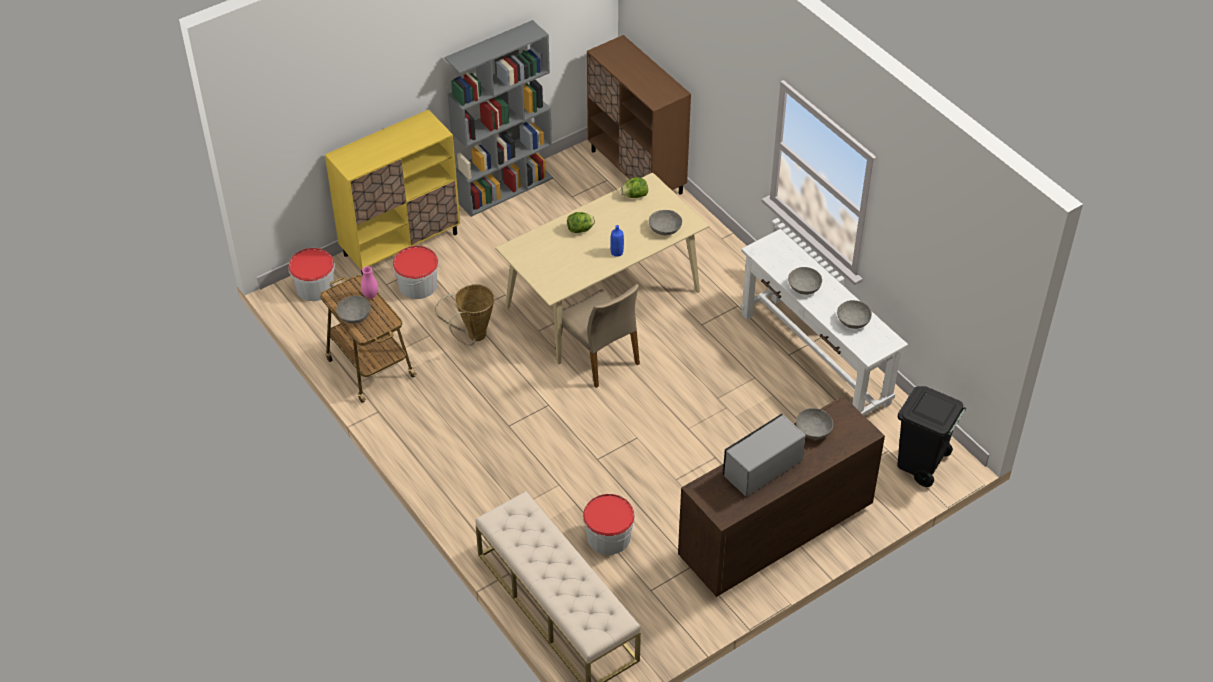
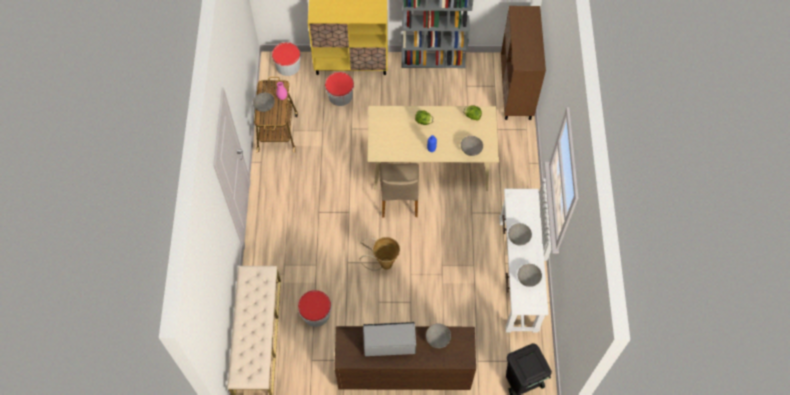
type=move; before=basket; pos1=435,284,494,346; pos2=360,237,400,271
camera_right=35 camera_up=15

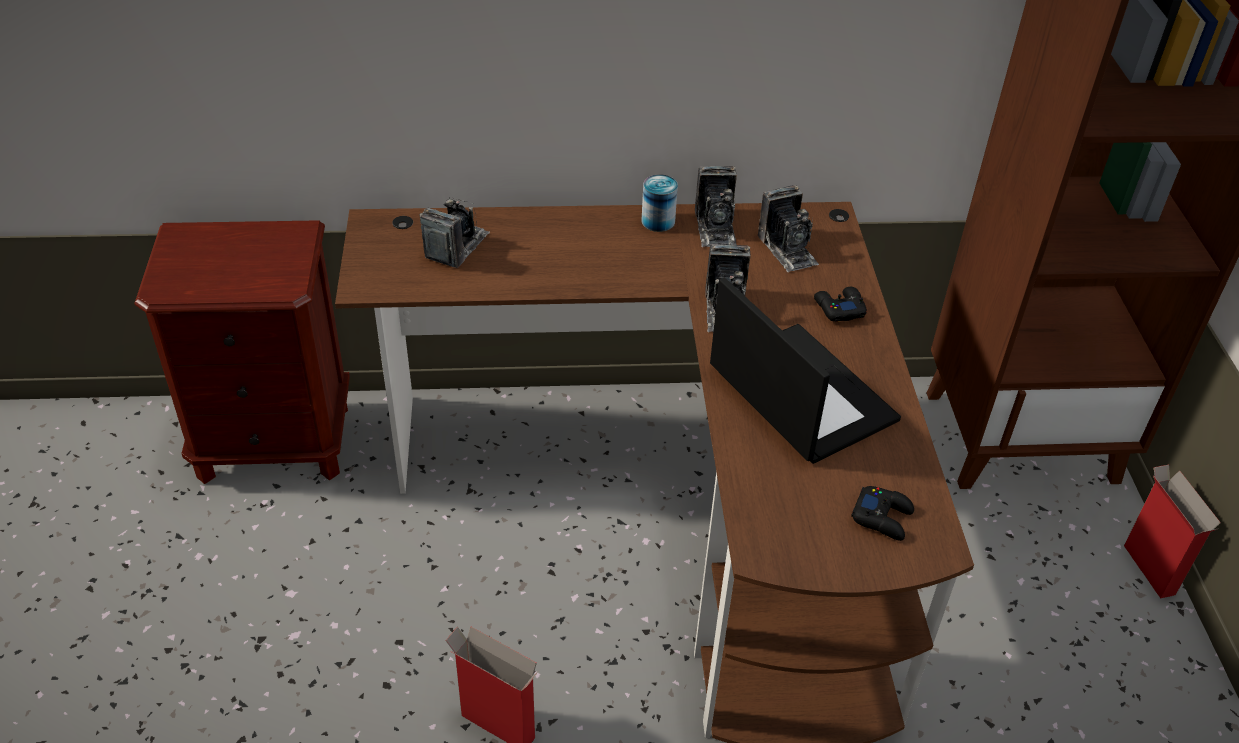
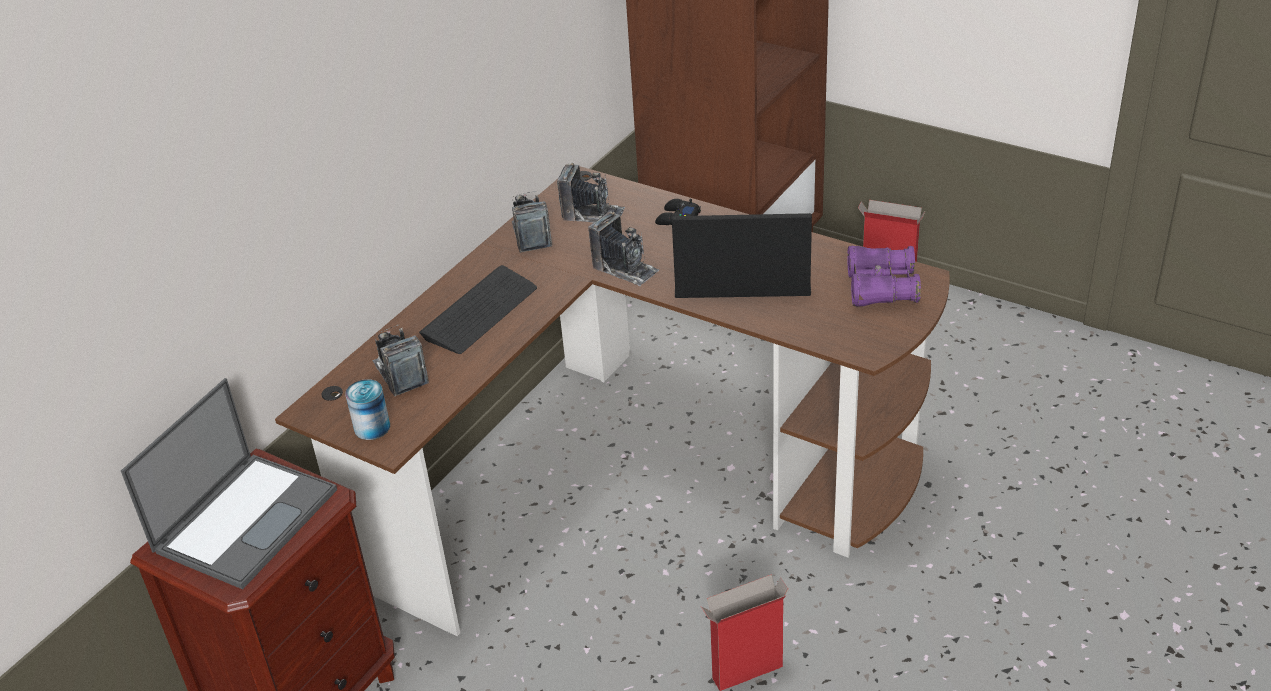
type=rotate; before=photo camera; pos1=695,166,737,247; pos2=512,191,552,253; turn=-135
type=move; before=can; pos1=642,175,678,232; pos2=345,379,390,440
type=replace; before=black game controller; after=purple binoculars; pos1=851,486,914,541; pos2=847,246,921,307
type=insert; after=keyboard; pos2=419,265,537,354
type=insert; after=laptop; pos2=121,378,337,589
camera_right=-50 camera_up=-5

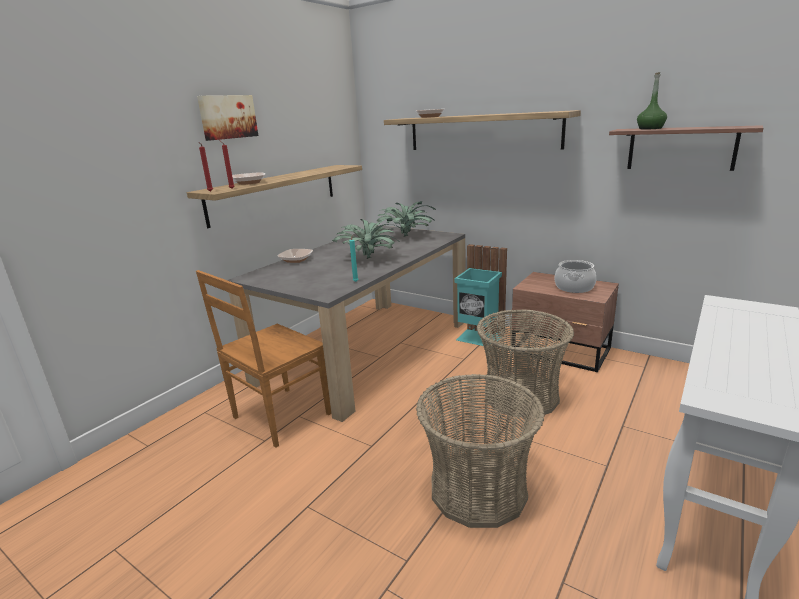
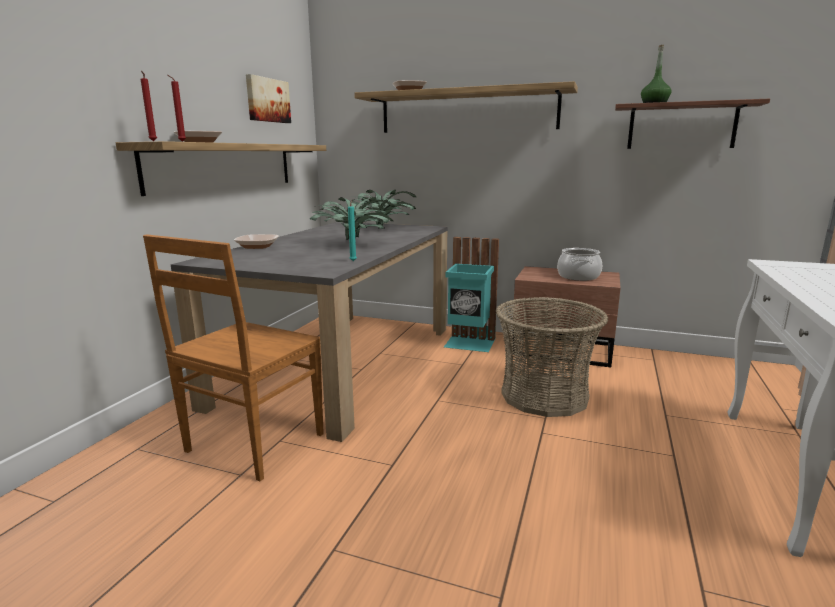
type=move; before=picture; pos1=197,95,258,141; pos2=246,74,291,123
type=delete; before=basket; pos1=416,374,545,528
camera_right=-15 camera_up=-5

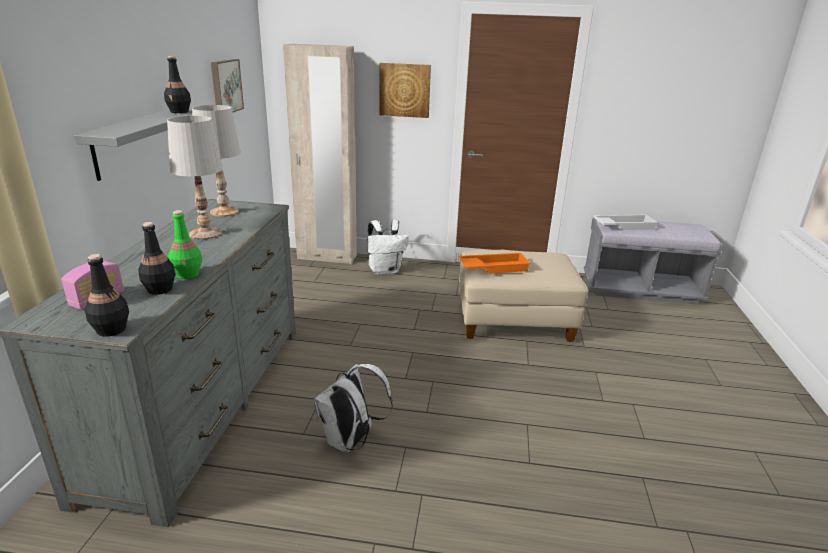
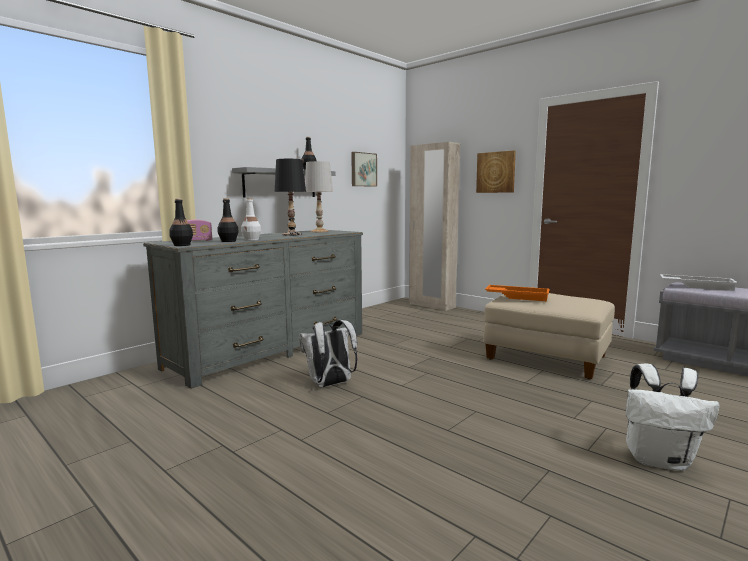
type=recolor; before=white table lamp; after=black table lamp; pos1=167,116,223,240; pos2=275,159,306,235
type=recolor; before=green bottle; after=white bottle; pos1=168,210,202,279; pos2=241,198,261,241
type=move; before=white backpack; pos1=367,219,409,275; pos2=626,363,720,471
camera_right=35 camera_up=-15

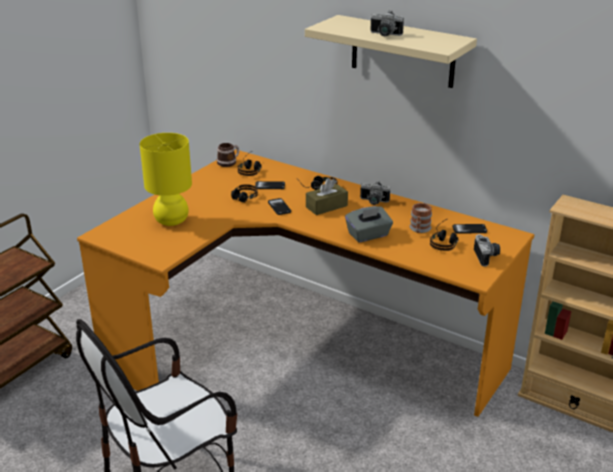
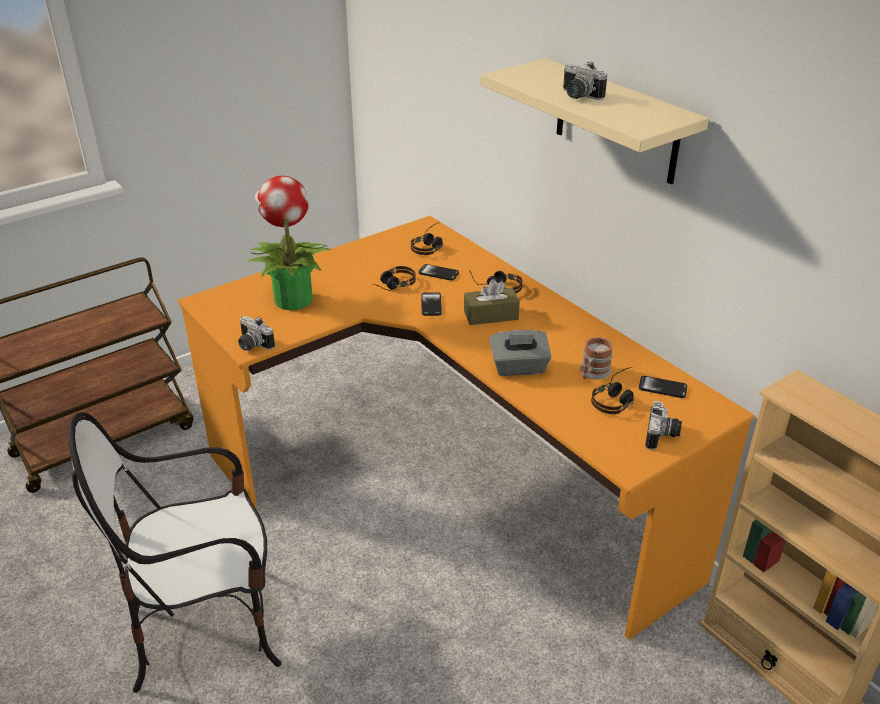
type=replace; before=yellow table lamp; after=potted plant; pos1=140,133,192,226; pos2=248,176,331,310
type=delete; before=mug; pos1=217,143,239,167
type=move; before=photo camera; pos1=360,181,390,205; pos2=238,316,275,351
camera_right=20 camera_up=5

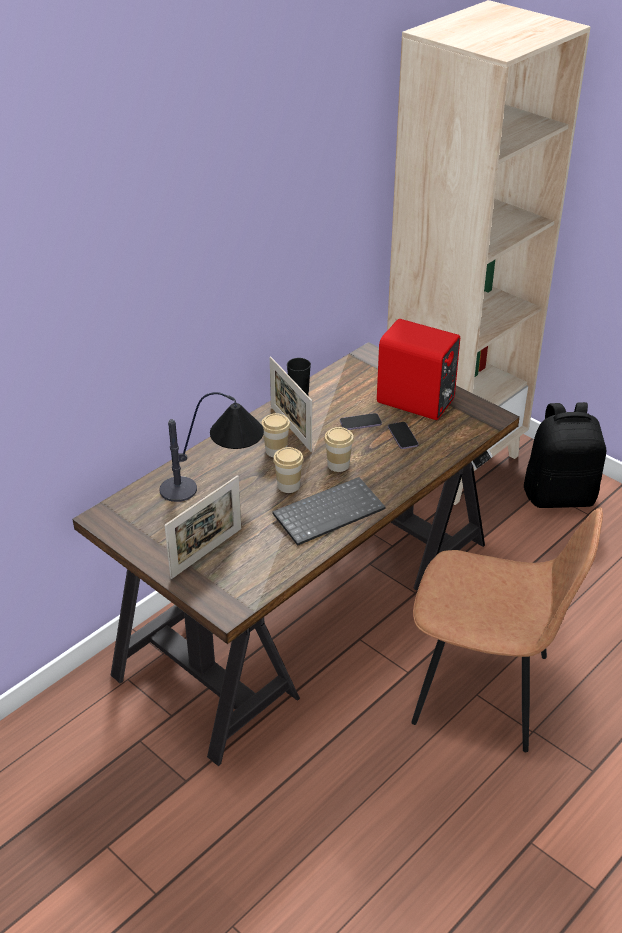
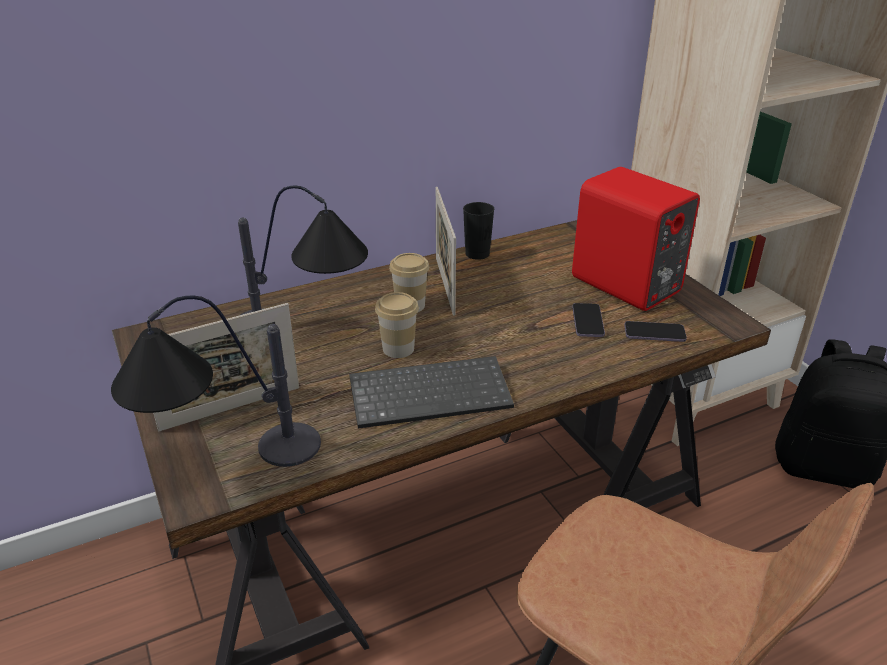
type=move; before=phone; pos1=340,413,382,430; pos2=624,321,687,342
type=delete; before=cup; pos1=324,427,354,472
type=insert; after=table lamp; pos2=111,295,321,467
camera_right=20 camera_up=-5

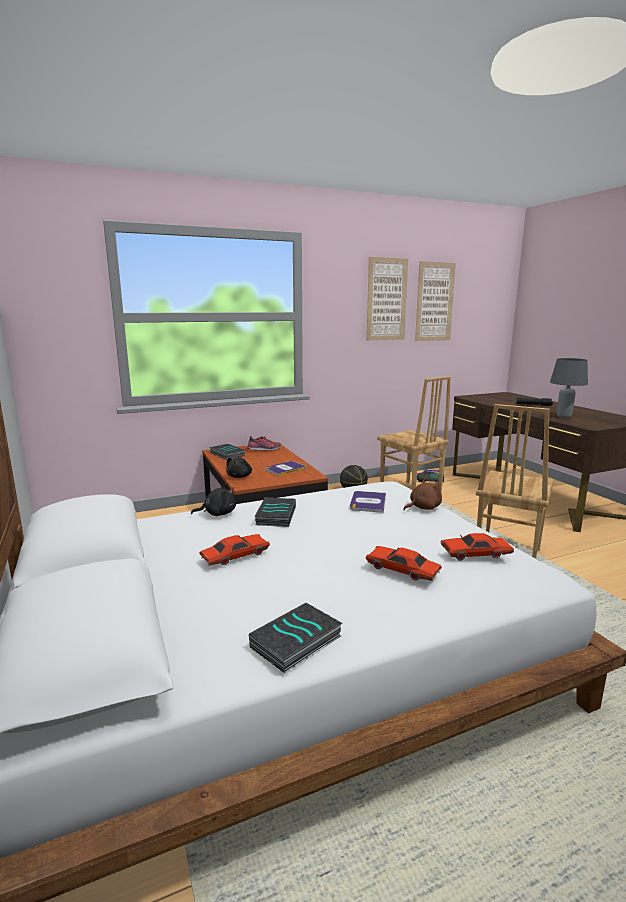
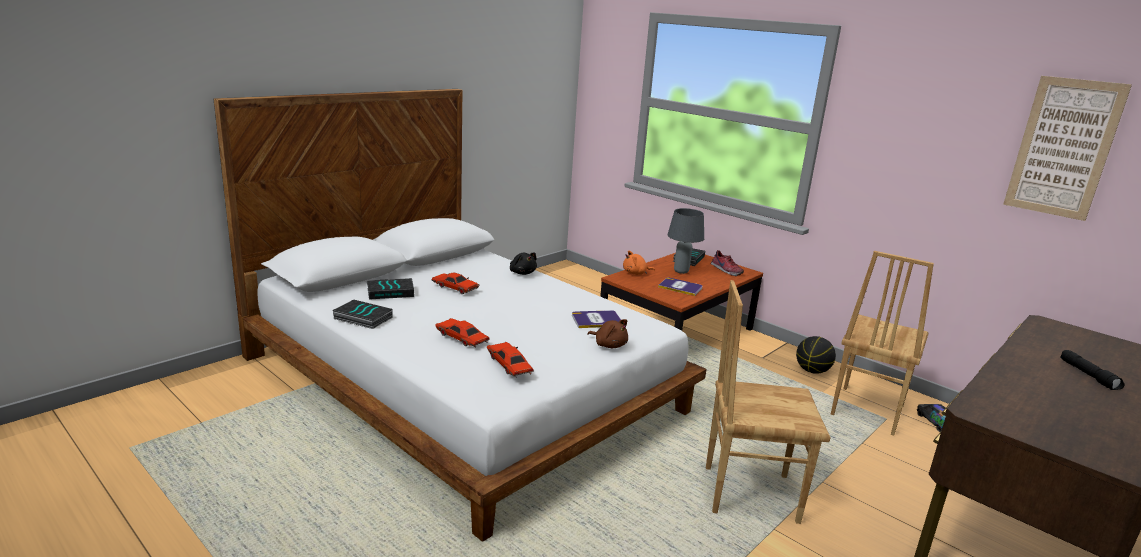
type=delete; before=picture; pos1=366,257,408,341
type=move; before=grey table lamp; pos1=550,358,588,418; pos2=668,208,704,274
type=recolor; before=black plush toy; after=orange plush toy; pos1=226,457,252,478; pos2=623,250,655,275
type=move; before=book; pos1=254,498,296,527; pos2=367,278,414,300
type=rotate; before=red toy car; pos1=366,546,442,581; pos2=435,318,489,348; turn=-60
camera_right=65 camera_up=5

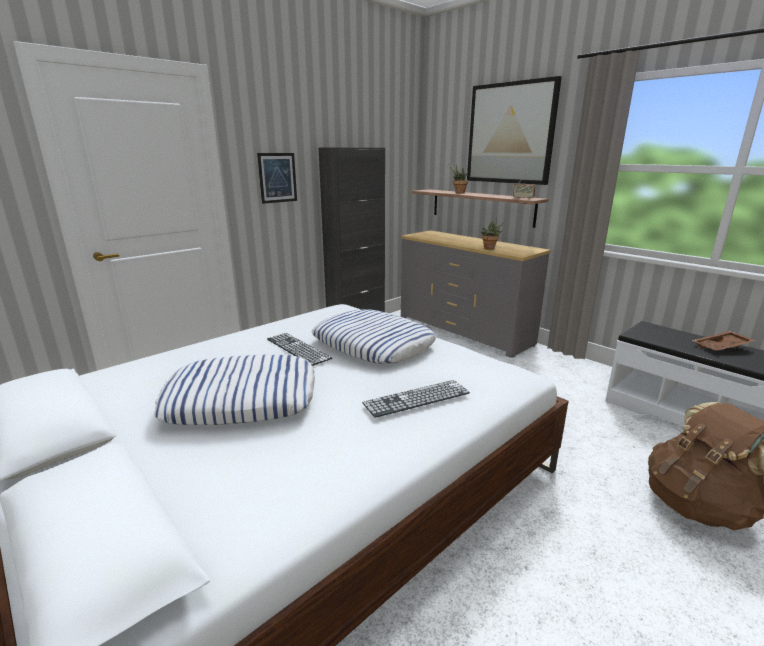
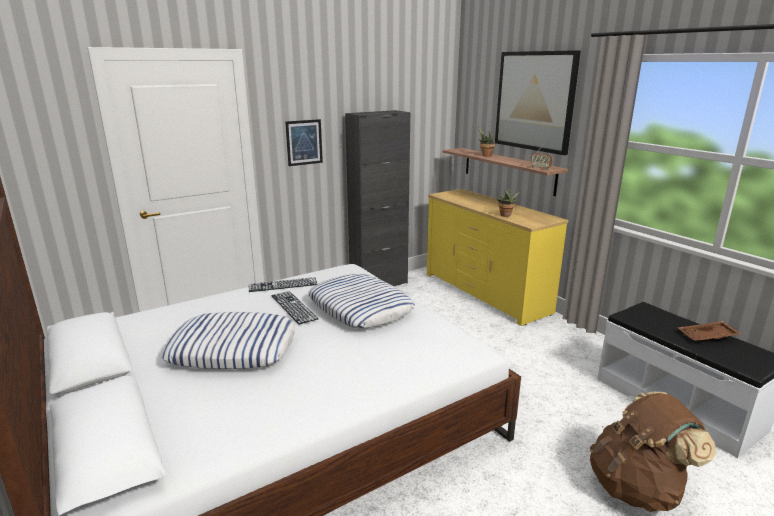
type=recolor; before=grey dresser; after=yellow dresser; pos1=401,230,551,358; pos2=427,189,569,326
type=move; before=keyboard; pos1=362,380,470,418; pos2=248,277,317,292
camera_right=10 camera_up=0

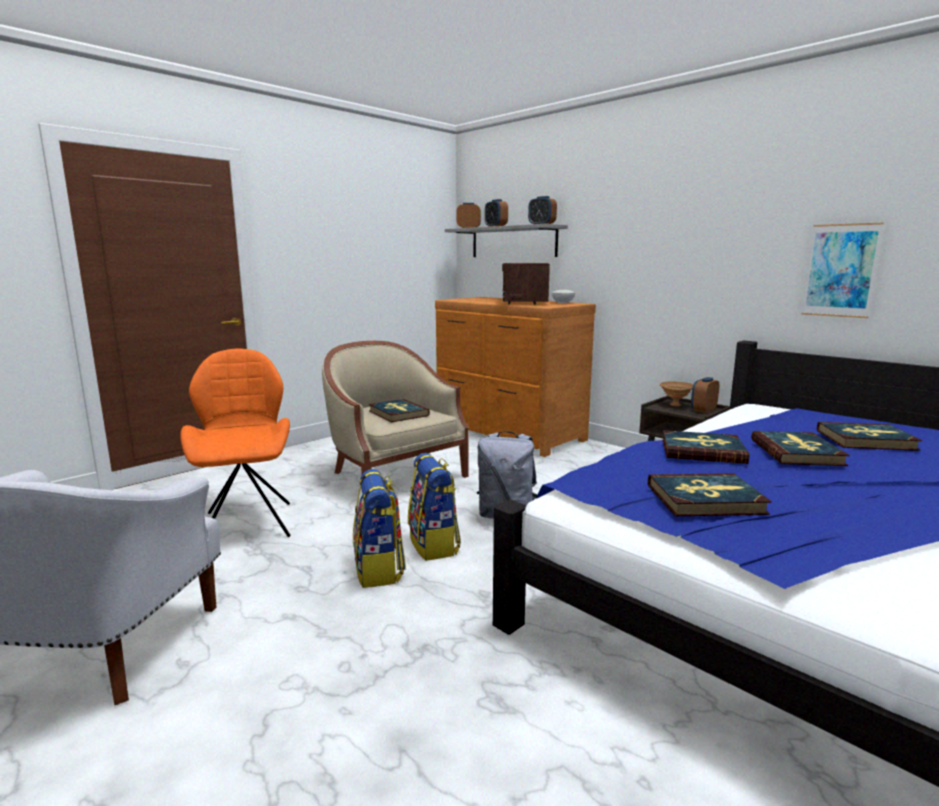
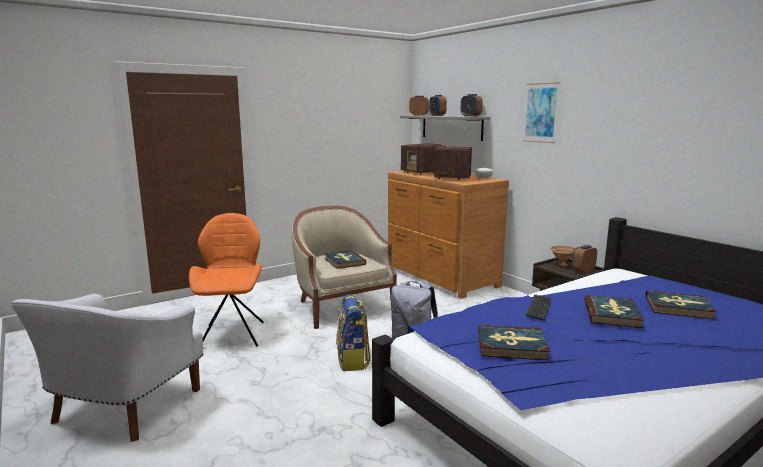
type=move; before=picture; pos1=801,223,884,318; pos2=523,82,560,143
type=replace; before=book; after=keyboard; pos1=662,430,749,464; pos2=526,294,551,321
type=delete; before=backpack; pos1=353,469,406,588
type=insert; after=radio; pos2=401,143,446,175
camera_right=10 camera_up=0

